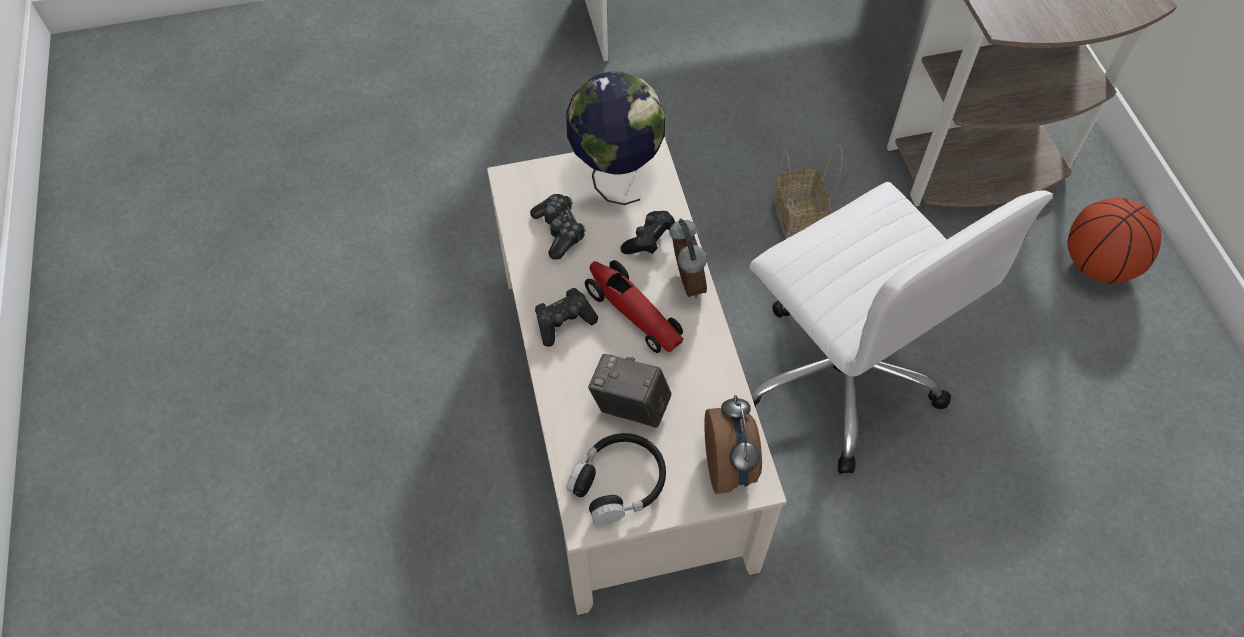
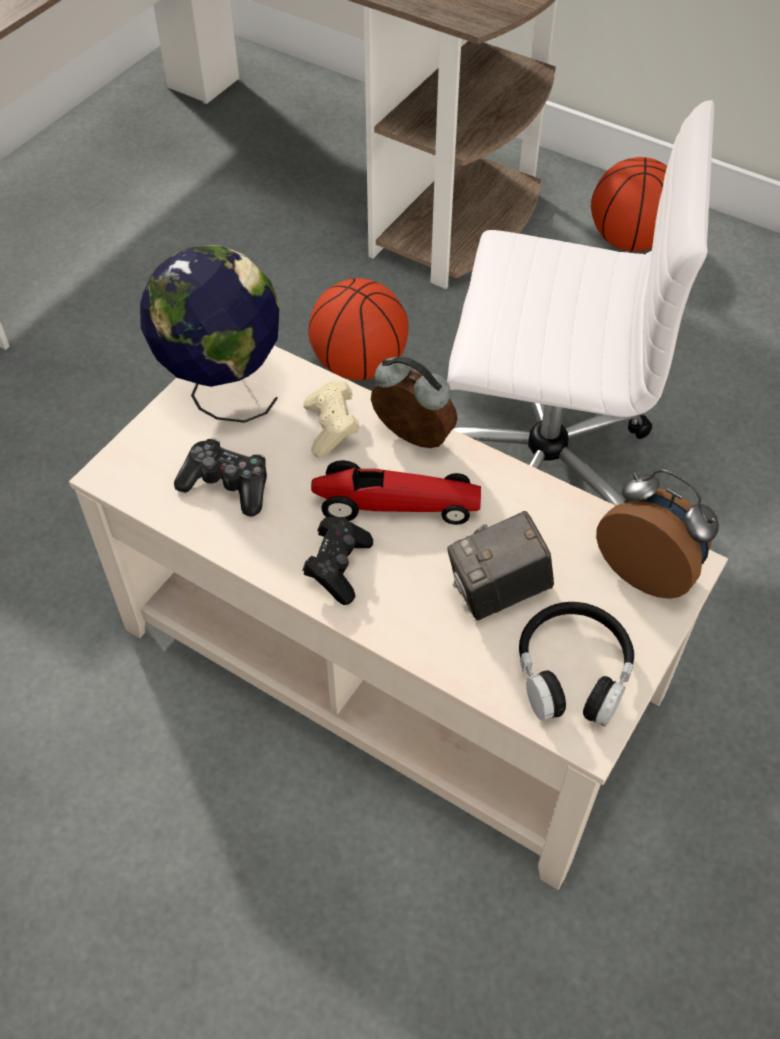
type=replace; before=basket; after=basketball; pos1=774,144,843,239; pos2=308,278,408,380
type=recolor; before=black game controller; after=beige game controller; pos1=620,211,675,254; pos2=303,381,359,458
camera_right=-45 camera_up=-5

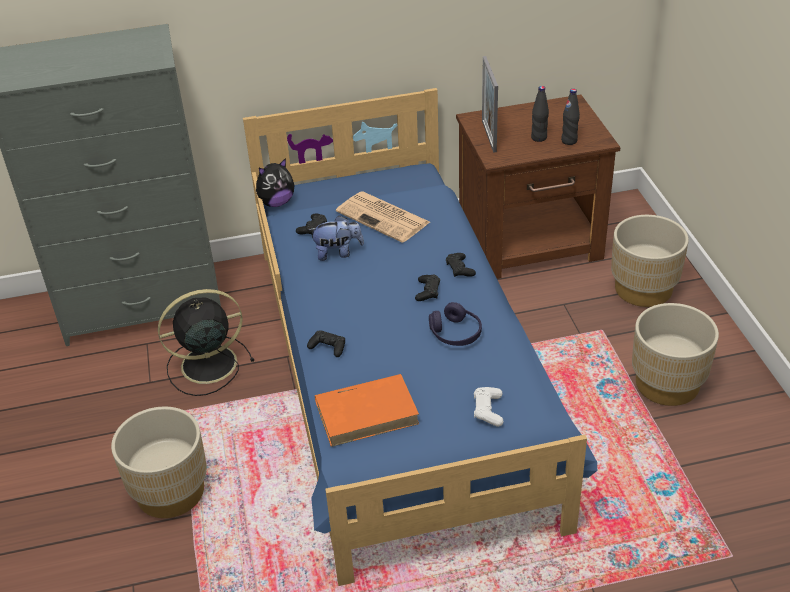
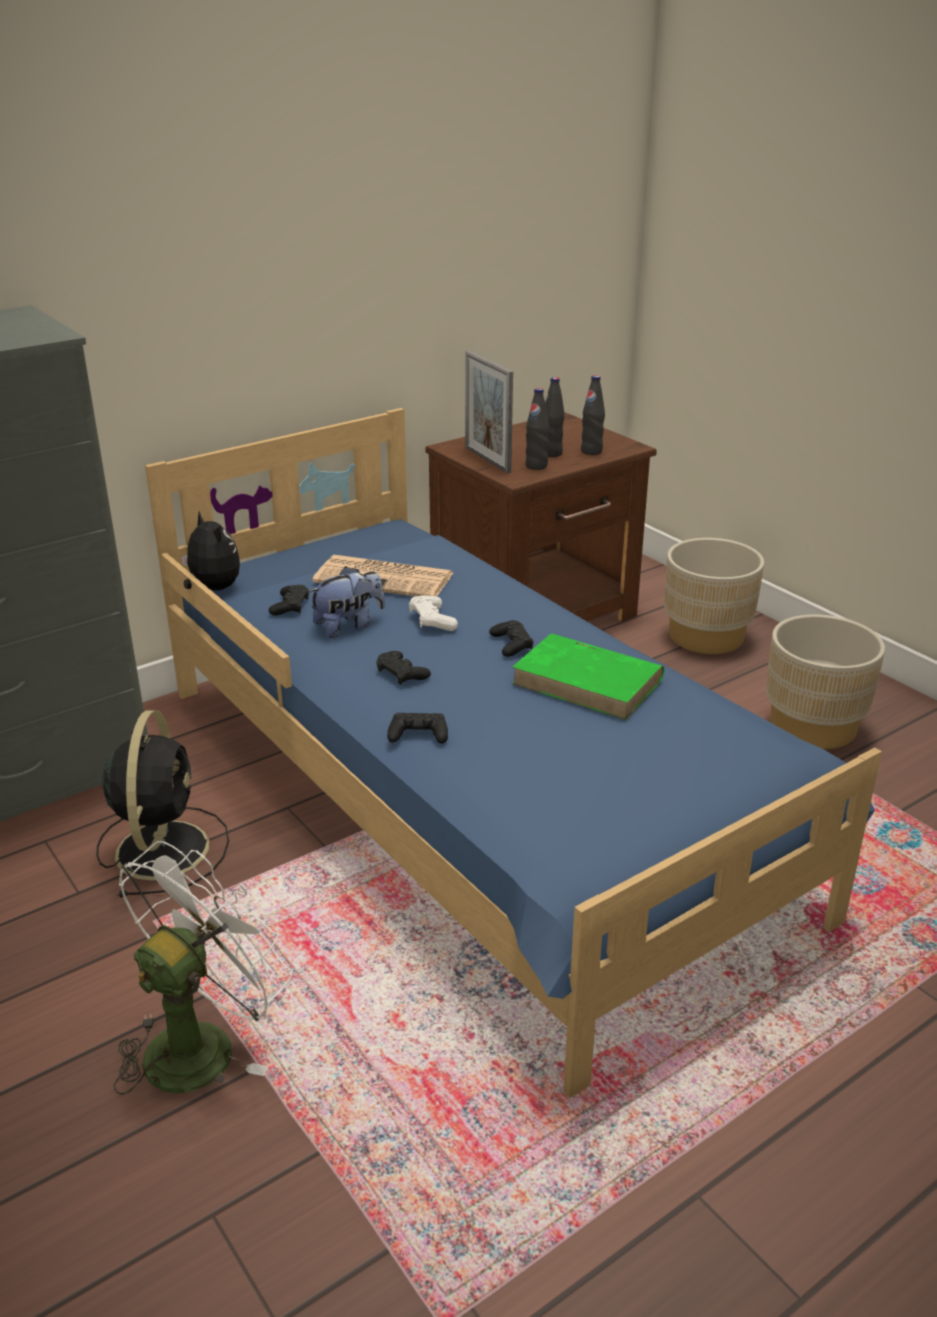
type=rotate; before=plush toy; pos1=256,158,295,207; pos2=181,511,240,591; turn=-75
type=move; before=black game controller; pos1=446,253,476,277; pos2=376,651,431,685
type=rotate; before=black fan; pos1=158,289,255,396; pos2=97,711,229,897; turn=135
type=replace; before=purple headphones; after=green book; pos1=429,302,482,346; pos2=512,633,664,720
type=delete; before=orange book; pos1=315,374,419,447
type=move; before=white game controller; pos1=474,387,504,427; pos2=409,595,458,631
type=replace; before=beige planter; after=white fan; pos1=111,406,207,518; pos2=114,841,292,1095
type=insert; after=black bottle; pos2=525,388,549,470
camera_right=-25 camera_up=-10

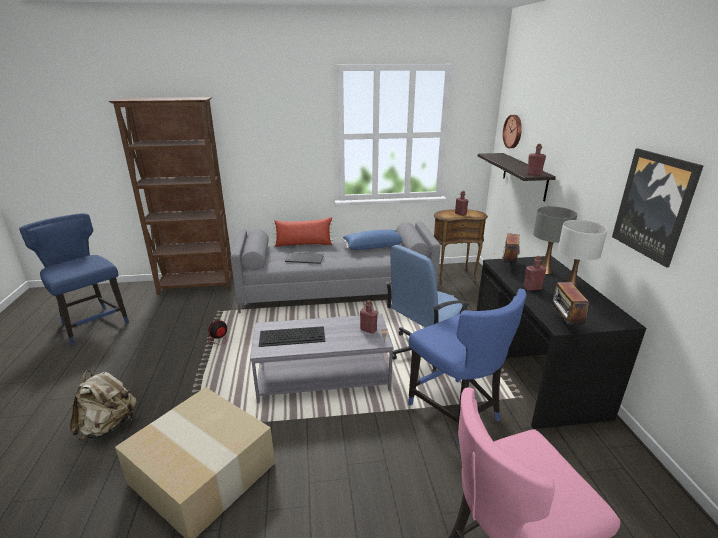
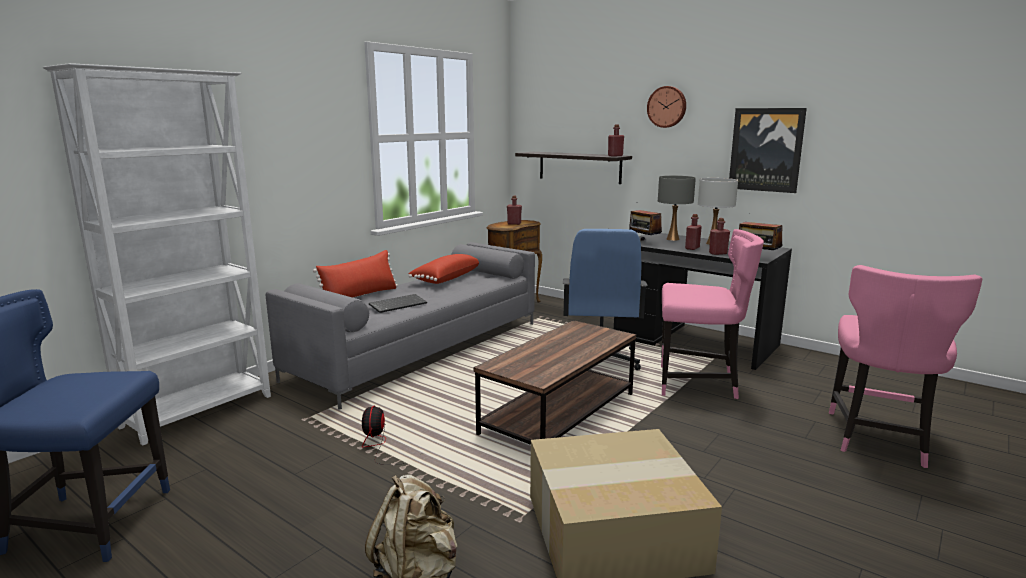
type=recolor; before=brown bookcase; after=white bookcase; pos1=108,97,233,295; pos2=43,63,271,446
type=move; before=wall clock; pos1=503,115,522,148; pos2=647,86,686,128
type=recolor; before=blue pillow; after=red pillow; pos1=341,230,402,250; pos2=408,254,479,284
type=recolor; before=blue chair; after=pink chair; pos1=408,289,526,444; pos2=661,229,764,399
type=move; before=red bottle; pos1=360,300,378,334; pos2=709,218,730,255
type=recolor; before=grey coffee table; after=brown coffee table; pos1=250,314,394,403; pos2=474,320,636,445
type=delete; before=keyboard; pos1=259,326,325,347
camera_right=-45 camera_up=-10

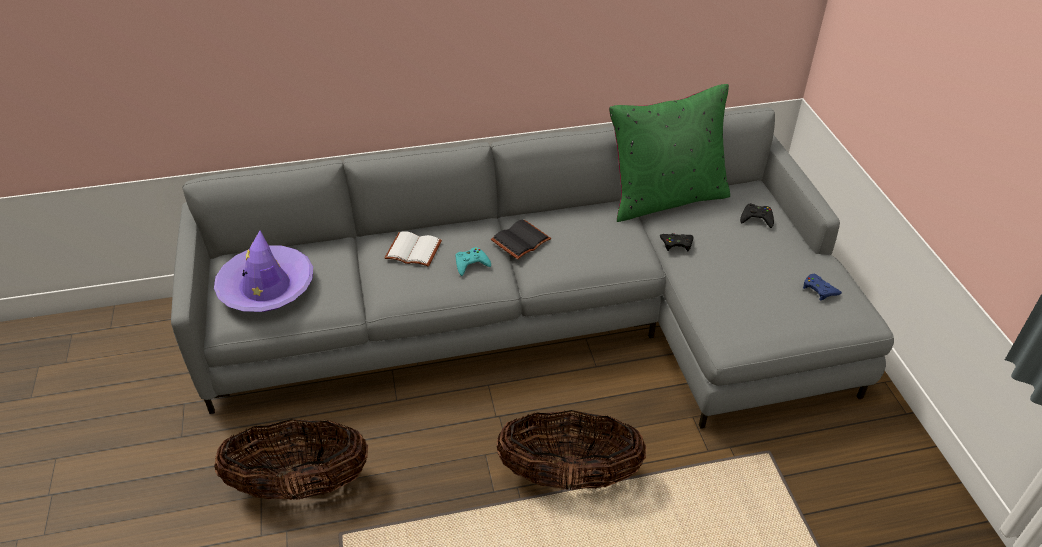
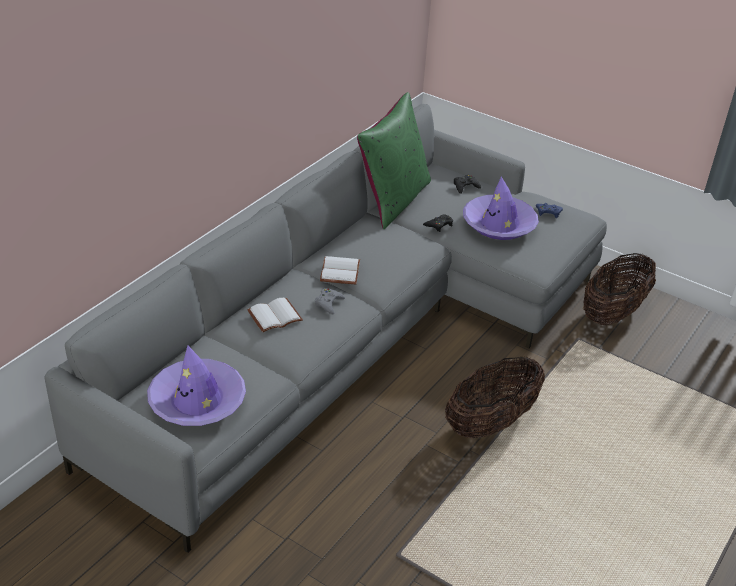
type=recolor; before=black book; after=white book; pos1=491,219,551,259; pos2=320,256,360,284
type=recolor; before=turquoise game controller; after=grey game controller; pos1=455,247,491,276; pos2=315,288,345,315
type=move; before=basket; pos1=214,419,368,500; pos2=583,253,656,325
type=insert; after=purple hat; pos2=463,177,539,240
camera_right=-45 camera_up=-5

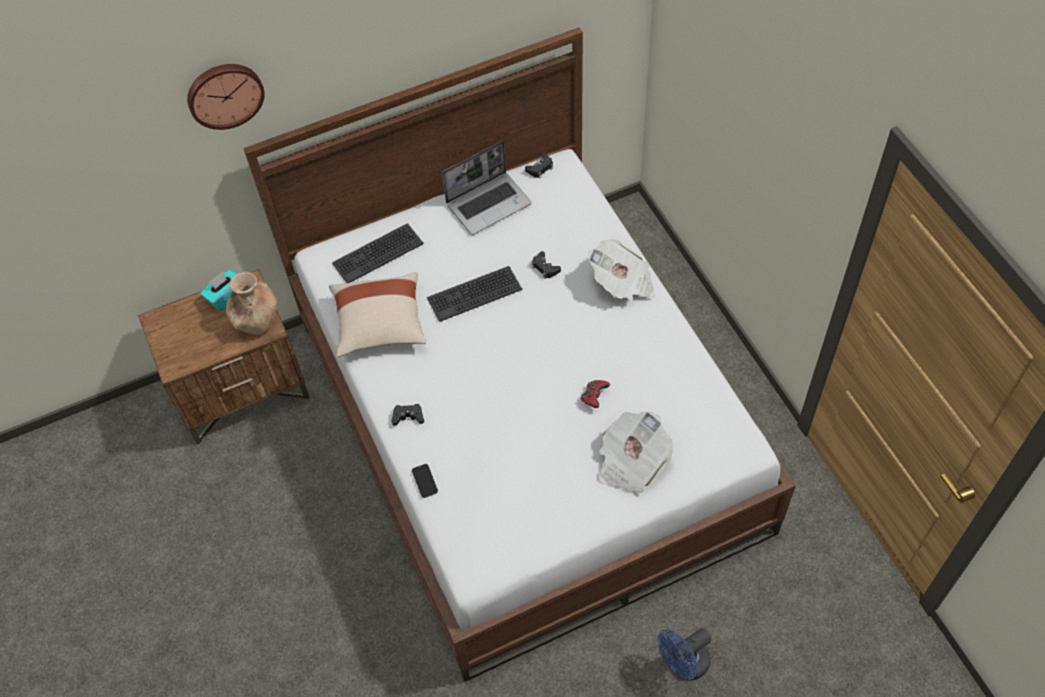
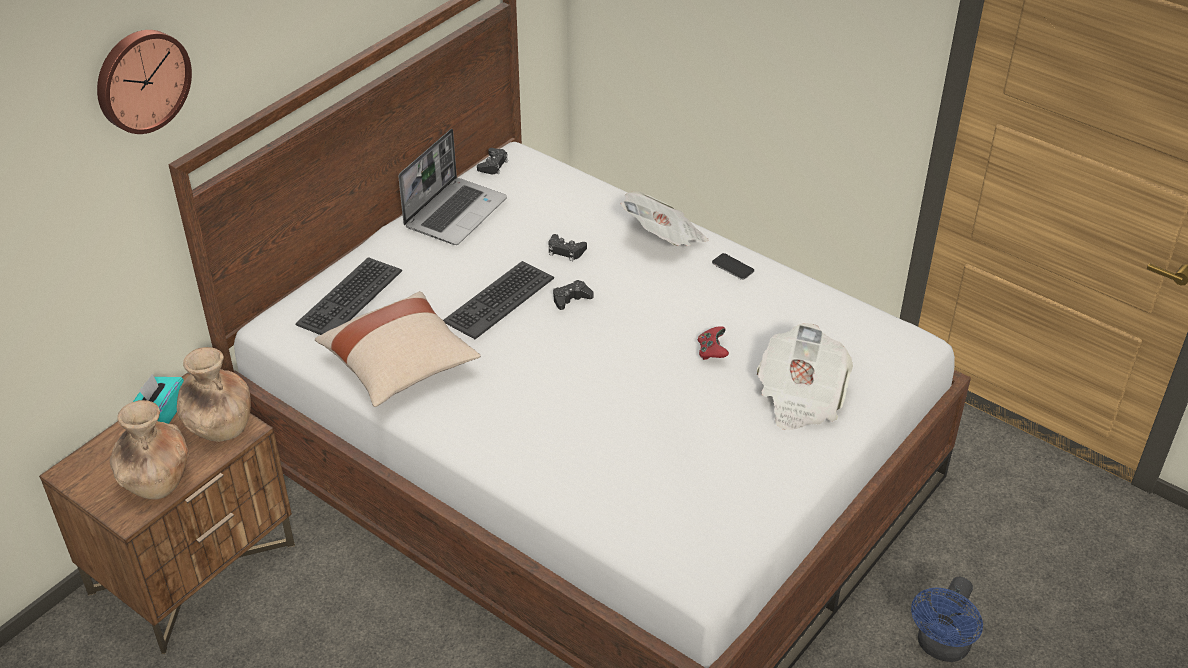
type=move; before=black game controller; pos1=392,404,424,426; pos2=553,280,593,310
type=move; before=phone; pos1=412,464,438,498; pos2=712,253,754,280
type=insert; after=brown vase; pos2=110,400,189,499
camera_right=-30 camera_up=-15

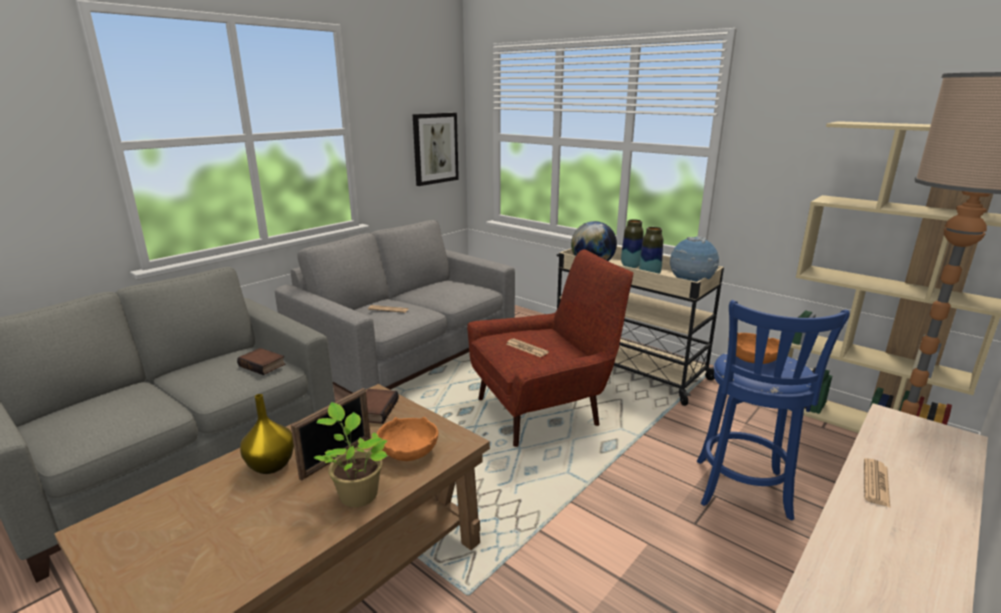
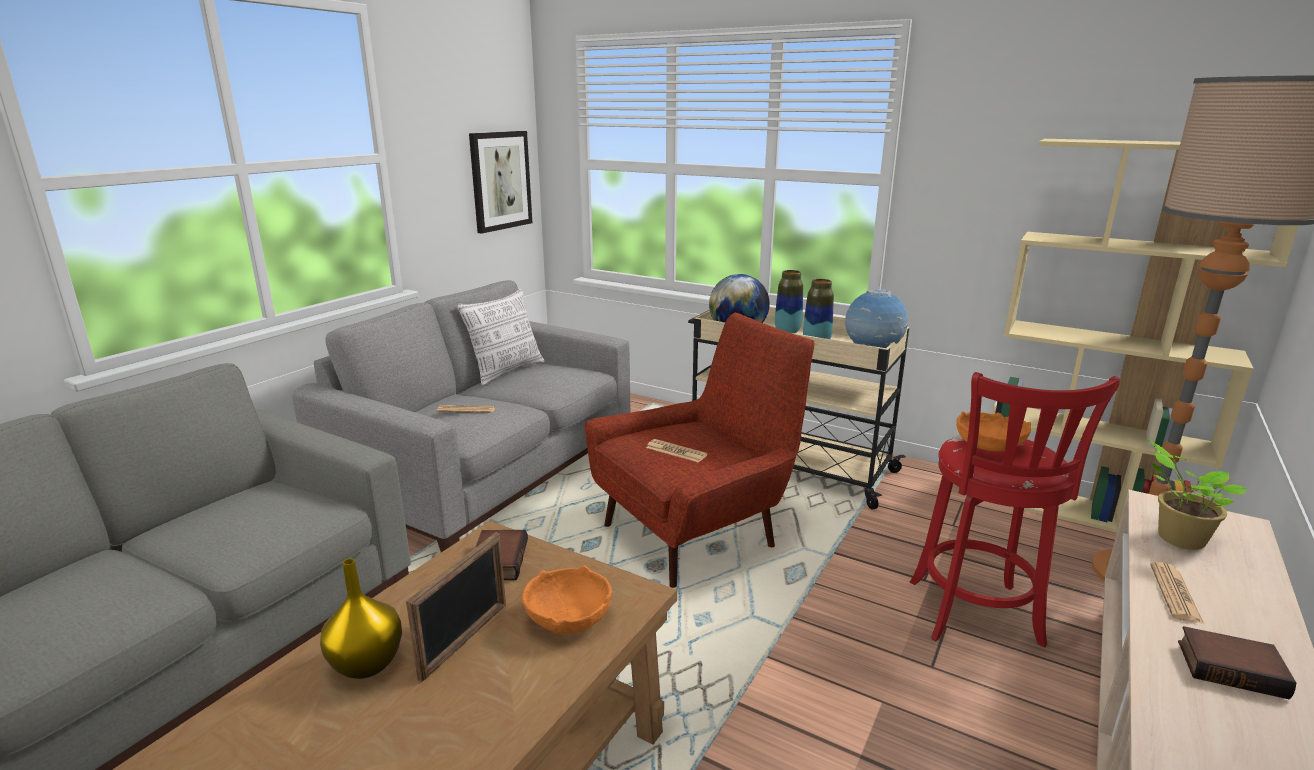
type=recolor; before=blue stool; after=red stool; pos1=697,300,850,521; pos2=910,372,1120,647
type=move; before=book; pos1=237,348,285,375; pos2=1178,626,1296,699
type=move; before=potted plant; pos1=314,402,387,507; pos2=1148,440,1247,550
type=insert; after=pillow; pos2=457,289,545,386
camera_right=-10 camera_up=0

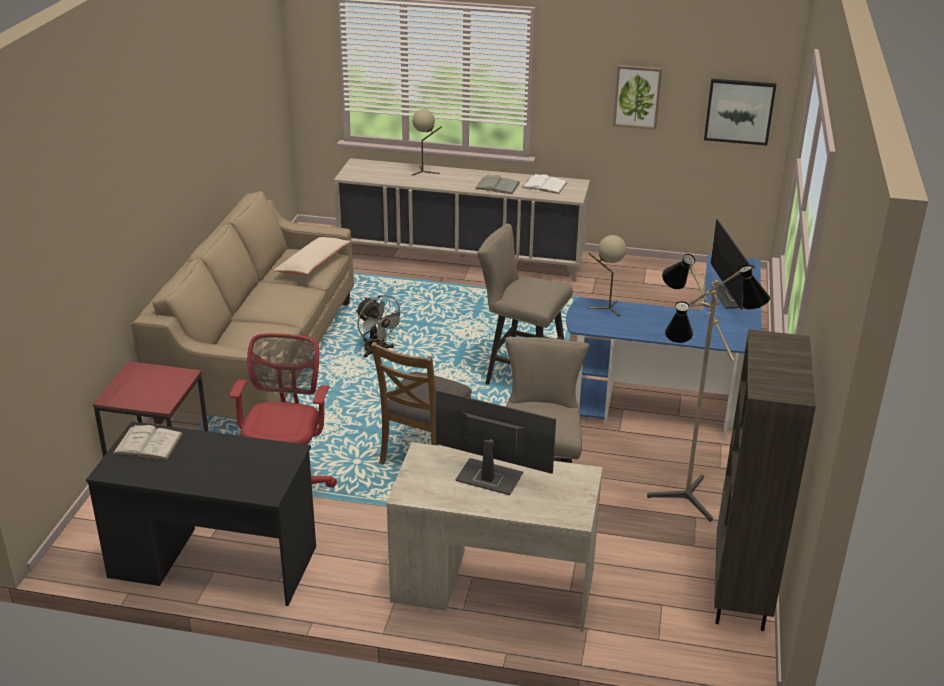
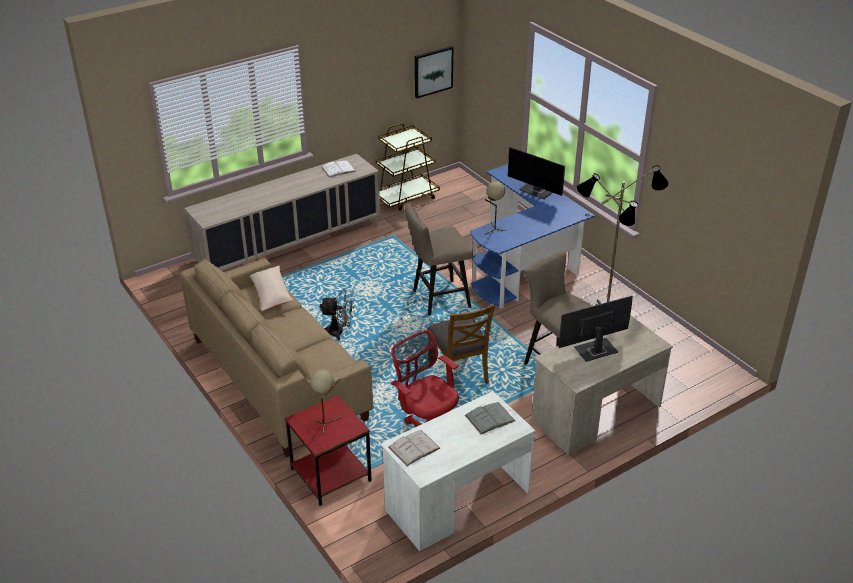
type=delete; before=picture; pos1=613,65,662,130
type=move; before=beige table lamp; pos1=412,109,442,176; pos2=310,370,341,435
type=move; before=grey book; pos1=475,175,520,194; pos2=465,402,515,434
type=delete; before=brown bookcase; pos1=714,329,816,631
type=recolor; before=black desk; after=white desk; pos1=86,421,316,606; pos2=380,391,536,551
type=insert; after=brown cart; pos2=376,123,440,211
camera_right=-45 camera_up=5

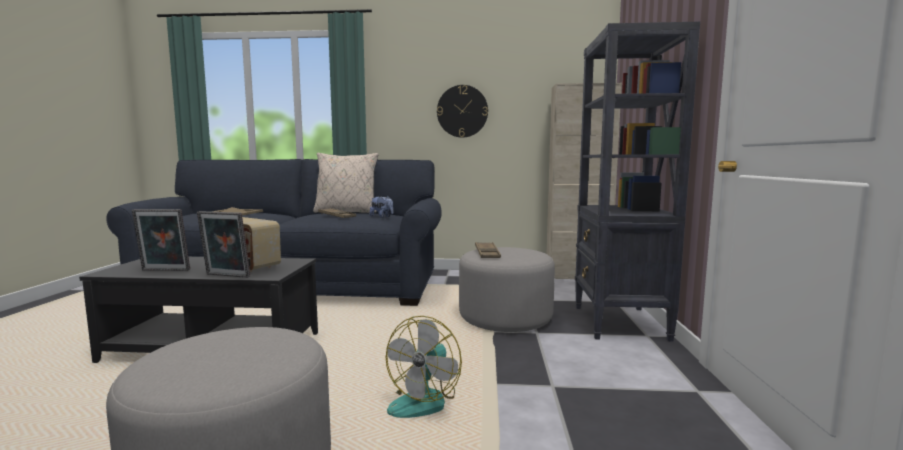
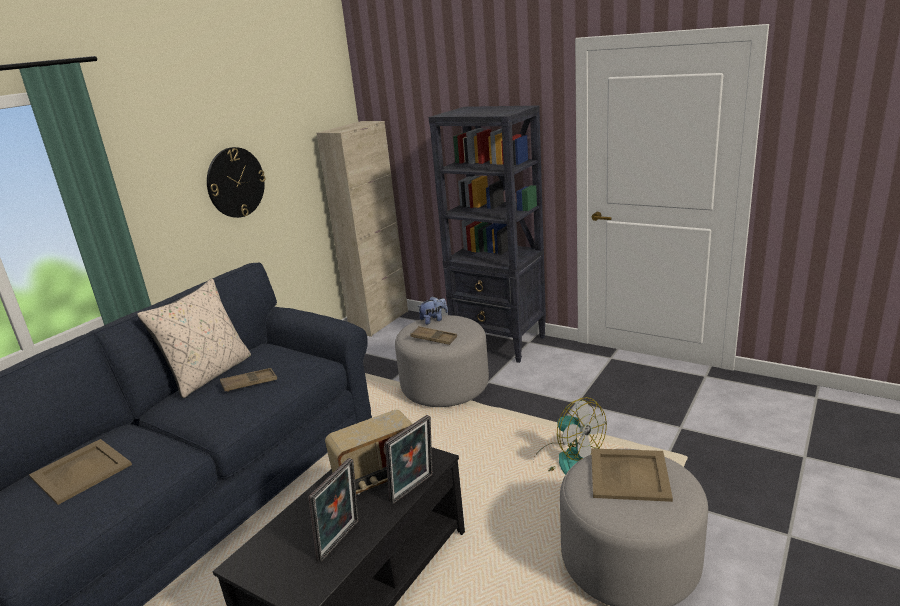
type=move; before=plush toy; pos1=370,196,393,218; pos2=417,296,448,325
type=insert; after=beige tray; pos2=591,448,673,502
camera_right=-60 camera_up=15

